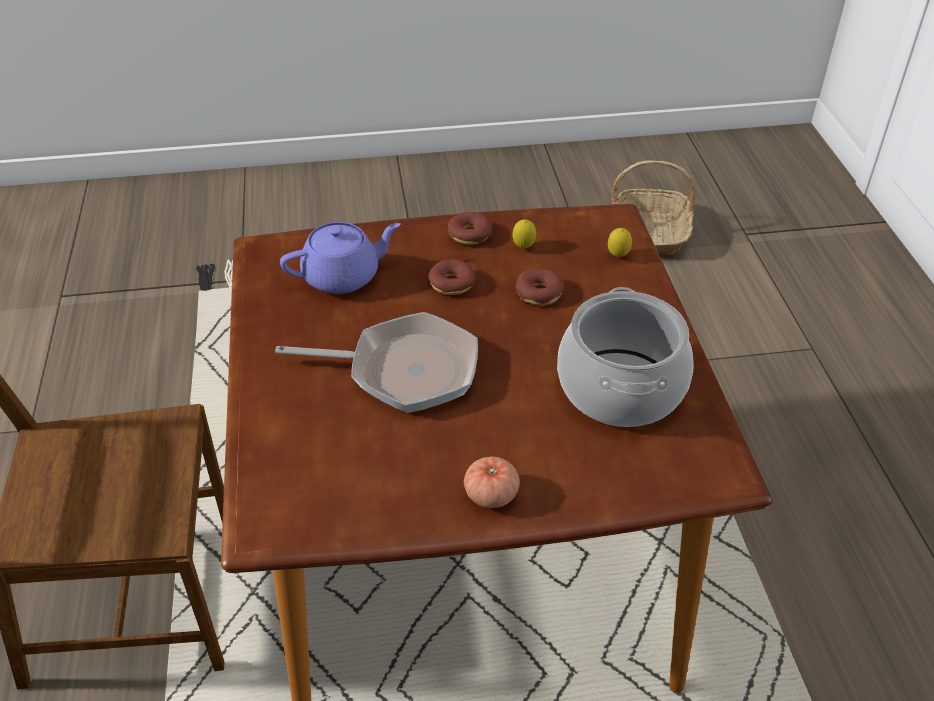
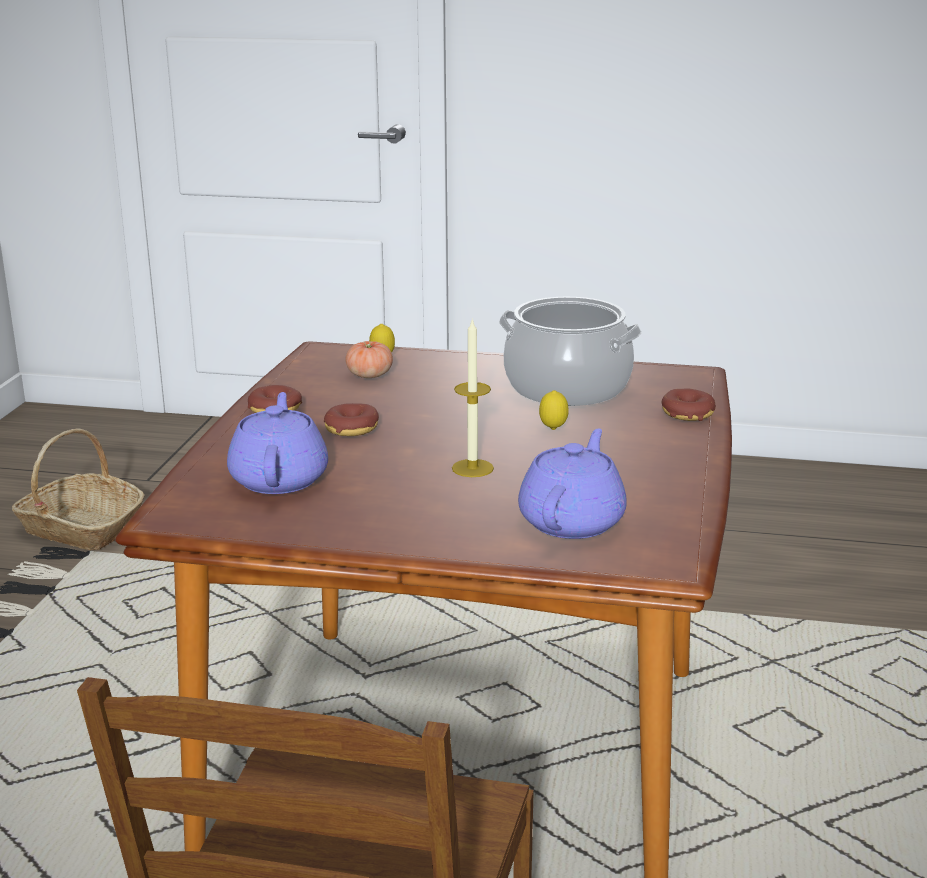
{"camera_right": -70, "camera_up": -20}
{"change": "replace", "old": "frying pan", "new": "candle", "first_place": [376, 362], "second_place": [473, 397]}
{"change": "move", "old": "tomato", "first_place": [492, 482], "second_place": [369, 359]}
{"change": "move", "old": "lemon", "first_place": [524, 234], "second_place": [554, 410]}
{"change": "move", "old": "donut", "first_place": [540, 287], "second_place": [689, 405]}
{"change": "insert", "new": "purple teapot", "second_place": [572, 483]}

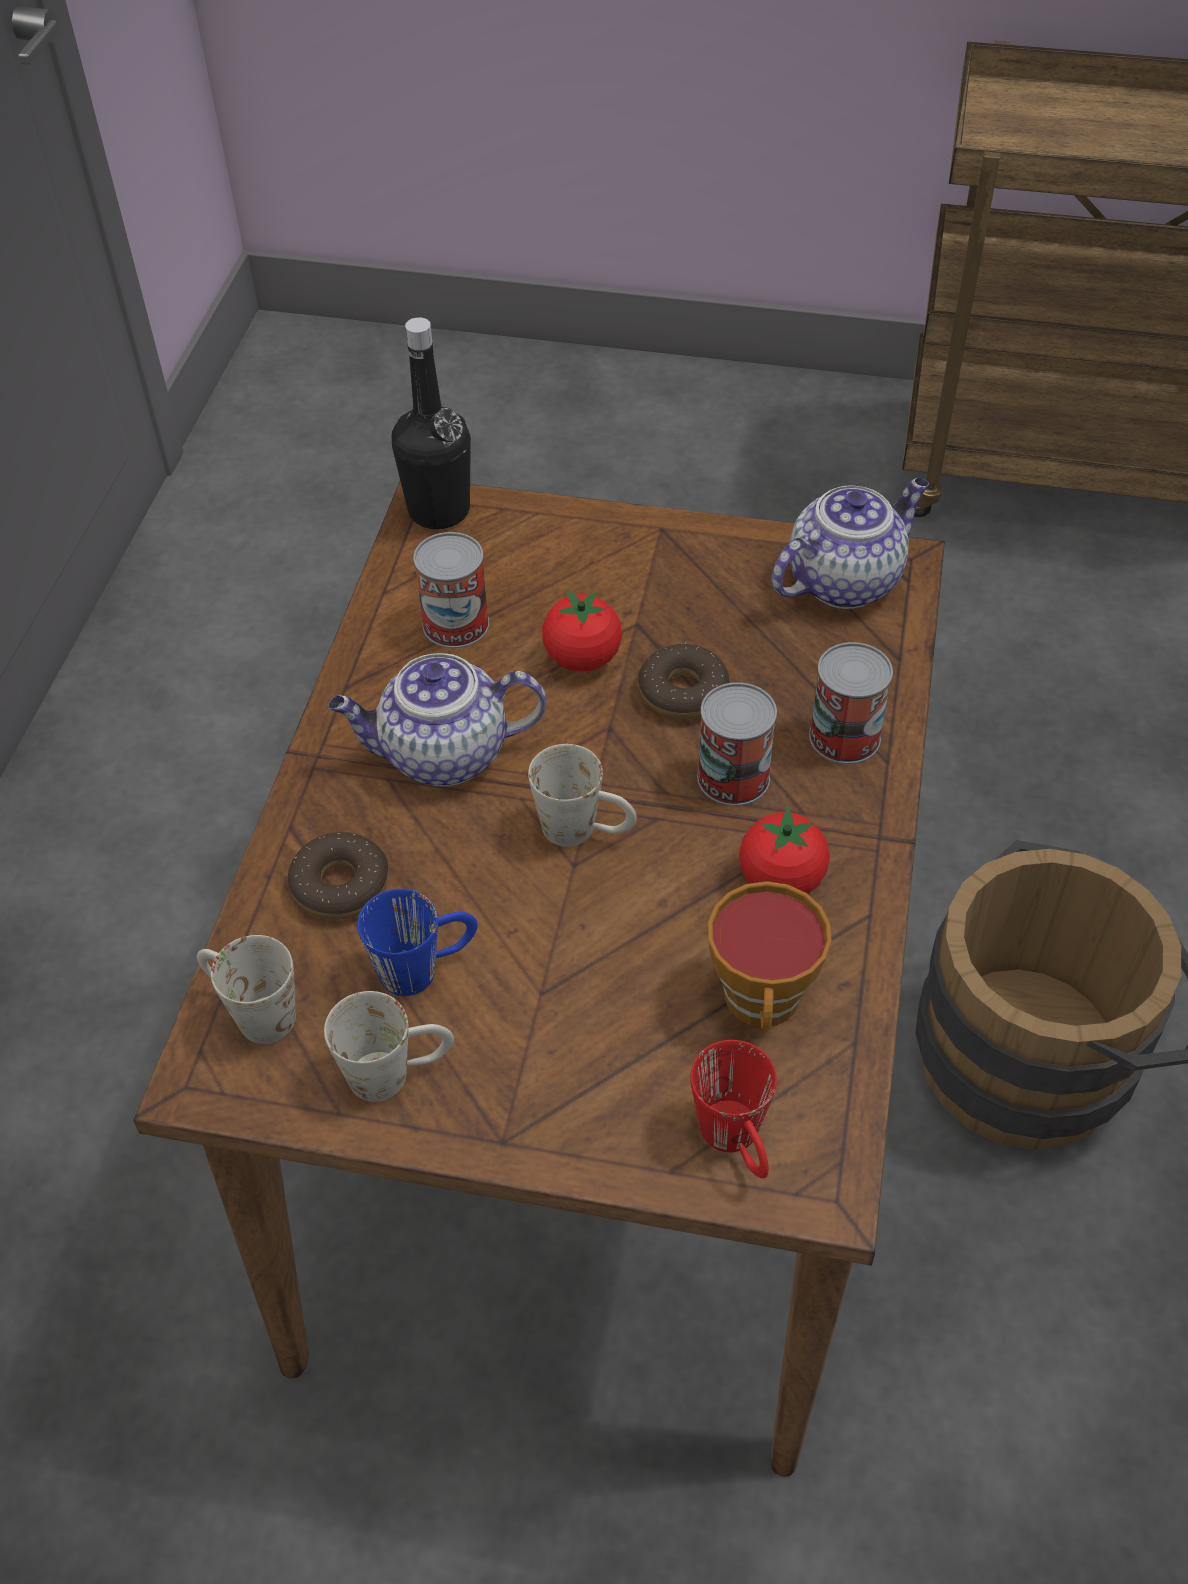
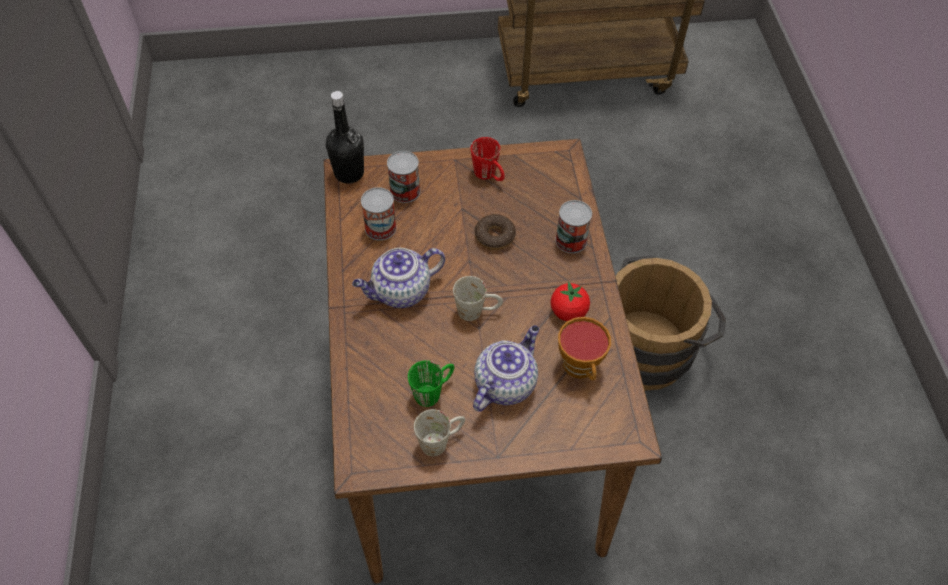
{"camera_right": -20, "camera_up": 5}
{"change": "delete", "old": "white mug", "first_place": [246, 989]}
{"change": "delete", "old": "donut", "first_place": [338, 876]}
{"change": "recolor", "old": "blue mug", "new": "green mug", "first_place": [417, 942], "second_place": [431, 383]}
{"change": "delete", "old": "tomato", "first_place": [582, 631]}
{"change": "move", "old": "red mug", "first_place": [733, 1109], "second_place": [487, 159]}
{"change": "move", "old": "can", "first_place": [737, 744], "second_place": [403, 177]}
{"change": "move", "old": "teapot", "first_place": [850, 543], "second_place": [506, 368]}

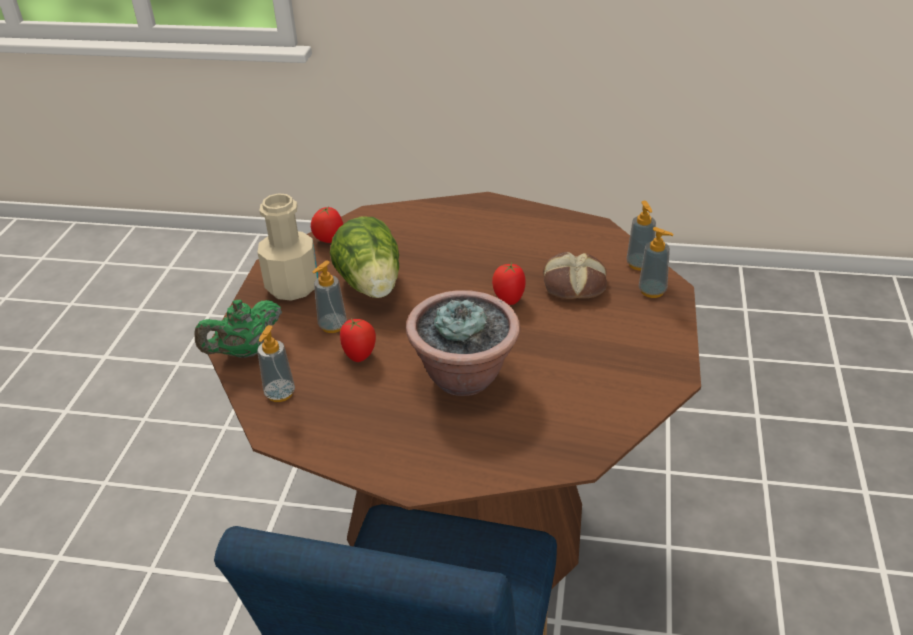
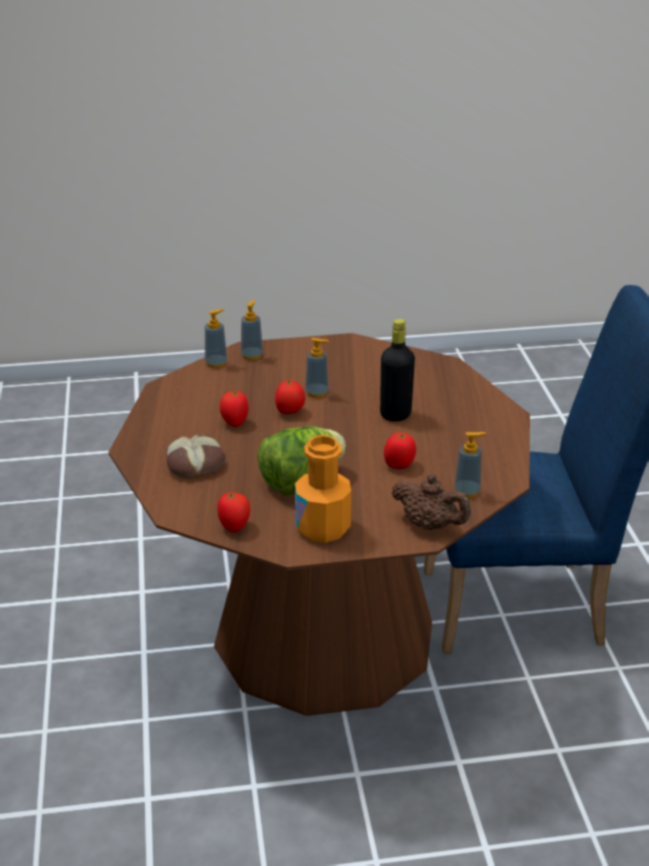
{"camera_right": -110, "camera_up": -5}
{"change": "recolor", "old": "green teapot", "new": "brown teapot", "first_place": [238, 329], "second_place": [431, 502]}
{"change": "recolor", "old": "beige bottle", "new": "orange bottle", "first_place": [287, 247], "second_place": [323, 489]}
{"change": "move", "old": "soap dispenser", "first_place": [330, 297], "second_place": [317, 368]}
{"change": "replace", "old": "potted plant", "new": "black bottle", "first_place": [463, 343], "second_place": [397, 370]}
{"change": "move", "old": "bread", "first_place": [575, 275], "second_place": [195, 456]}
{"change": "insert", "new": "tomato", "second_place": [234, 408]}

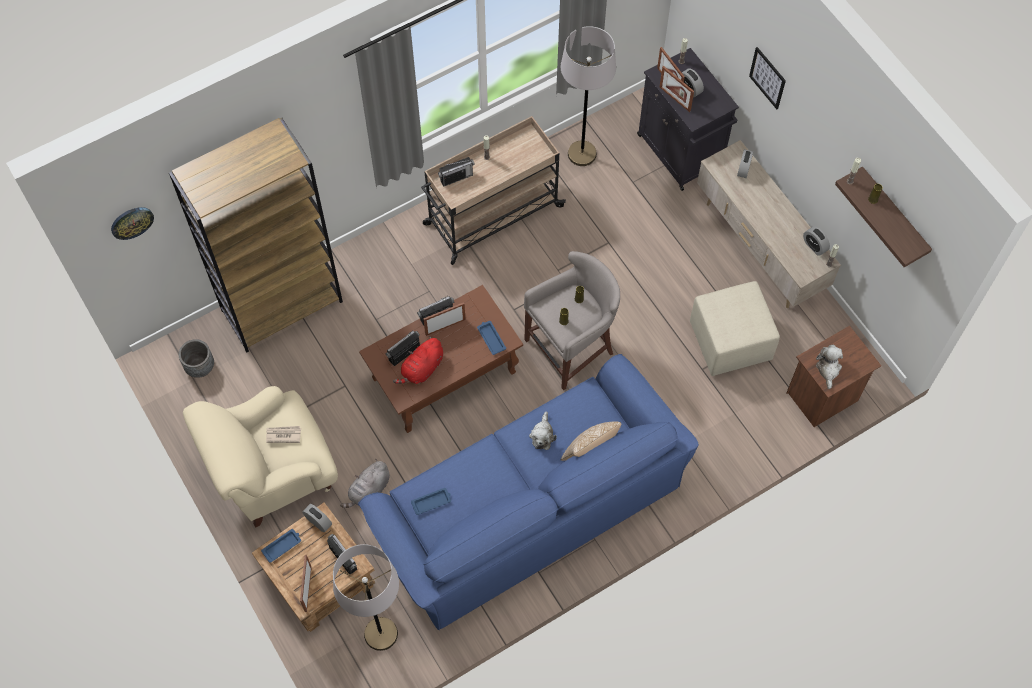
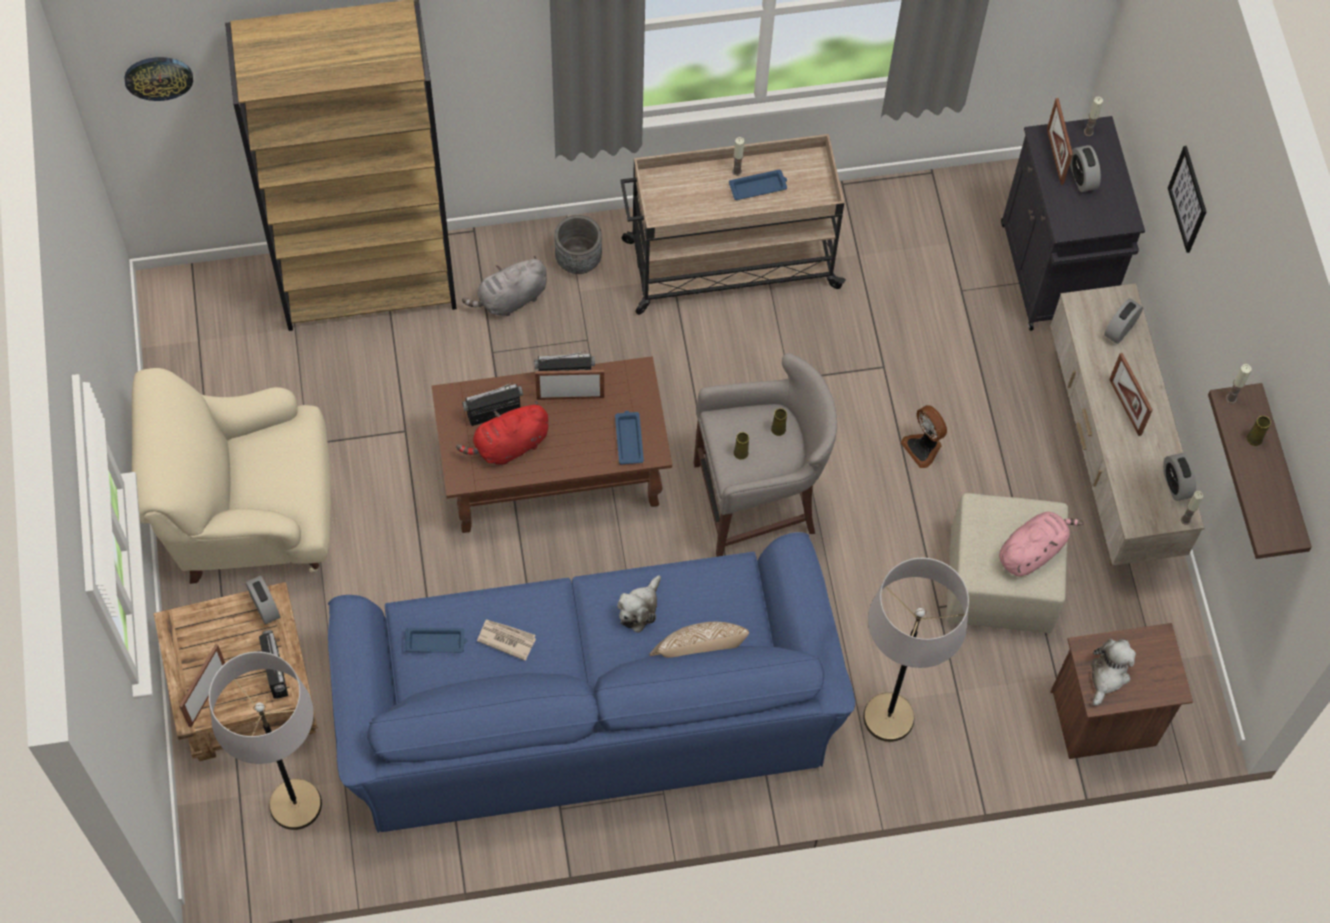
{"camera_right": 20, "camera_up": 0}
{"change": "move", "old": "grey planter", "first_place": [196, 358], "second_place": [578, 244]}
{"change": "move", "old": "blue tray", "first_place": [281, 546], "second_place": [758, 185]}
{"change": "move", "old": "newspaper", "first_place": [283, 434], "second_place": [506, 640]}
{"change": "move", "old": "grey plush toy", "first_place": [365, 483], "second_place": [504, 286]}
{"change": "delete", "old": "radio", "first_place": [456, 172]}
{"change": "move", "old": "grey floor lamp", "first_place": [588, 96], "second_place": [916, 650]}
{"change": "move", "old": "picture frame", "first_place": [677, 89], "second_place": [1130, 394]}
{"change": "insert", "new": "fan", "second_place": [924, 436]}
{"change": "insert", "new": "pink plush toy", "second_place": [1041, 544]}

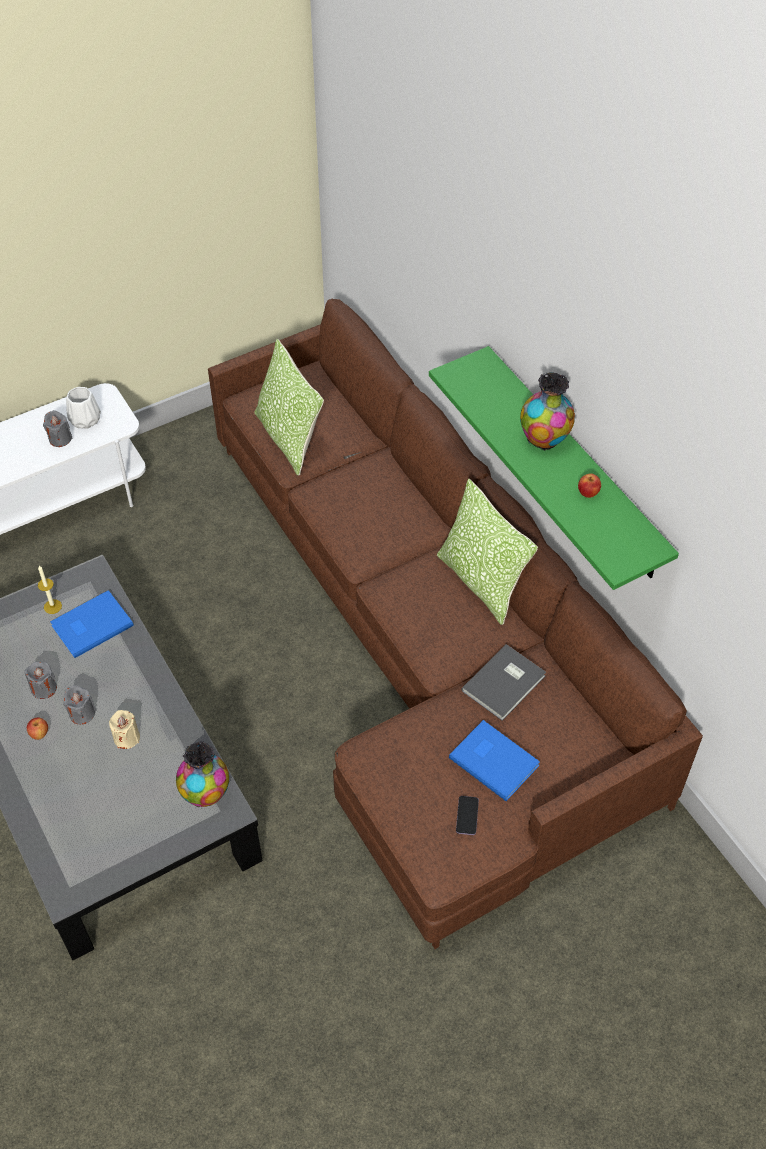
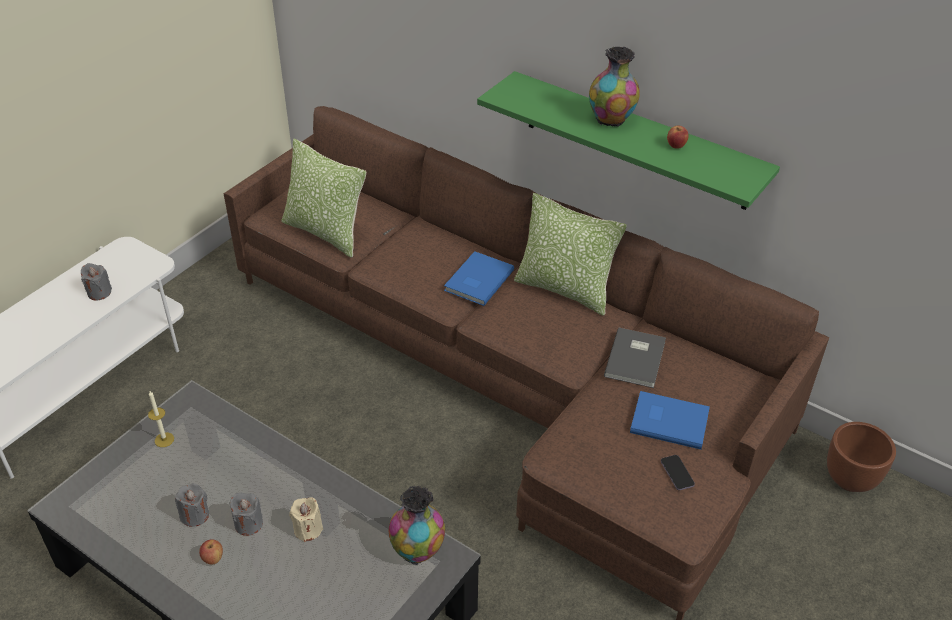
{"camera_right": -25, "camera_up": -10}
{"change": "move", "old": "blue book", "first_place": [91, 624], "second_place": [479, 278]}
{"change": "delete", "old": "white vase", "first_place": [83, 408]}
{"change": "insert", "new": "brown planter", "second_place": [861, 457]}

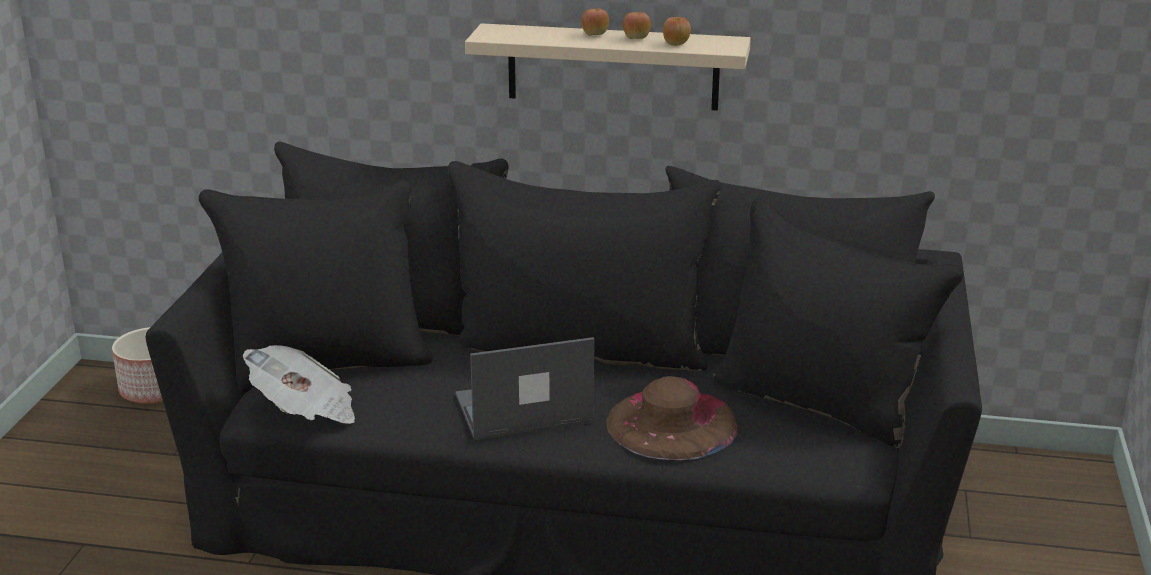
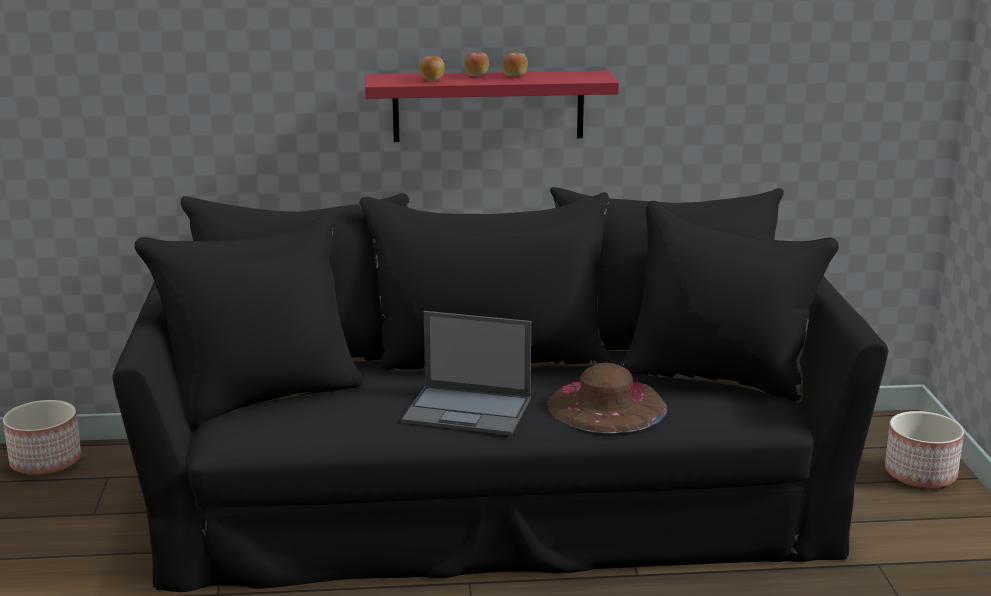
{"camera_right": -15, "camera_up": -5}
{"change": "delete", "old": "newspaper", "first_place": [299, 384]}
{"change": "rotate", "old": "laptop", "first_place": [524, 388], "second_place": [466, 373], "degrees": -135}
{"change": "recolor", "old": "beige shelf", "new": "red shelf", "first_place": [608, 67], "second_place": [492, 106]}
{"change": "move", "old": "apple", "first_place": [677, 31], "second_place": [432, 68]}
{"change": "insert", "new": "planter", "second_place": [924, 450]}

